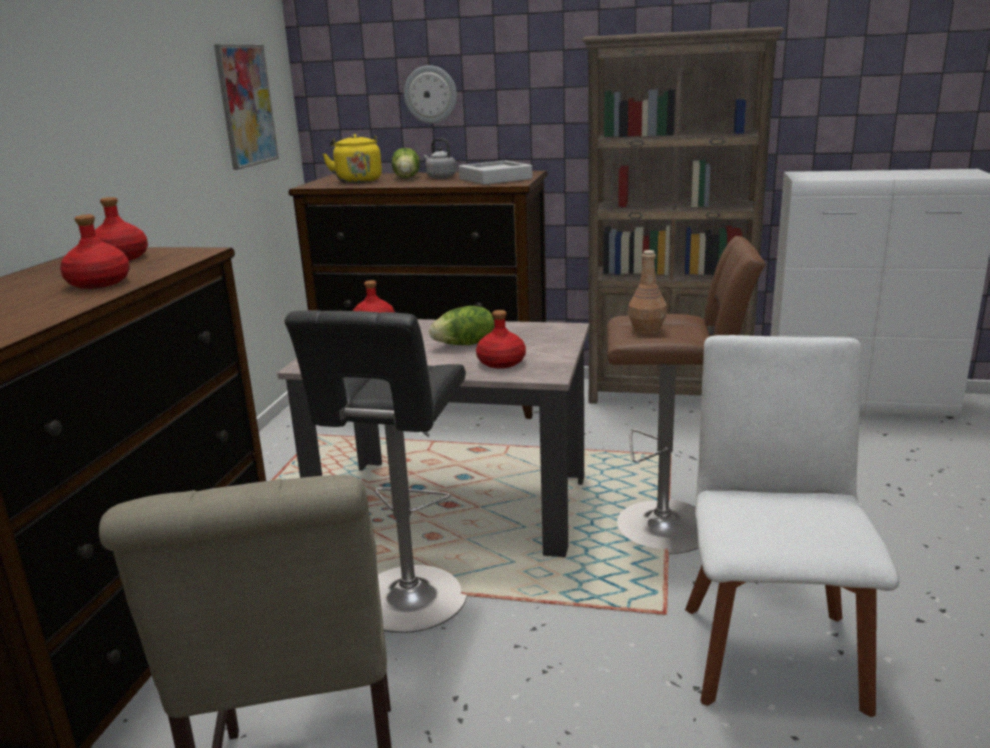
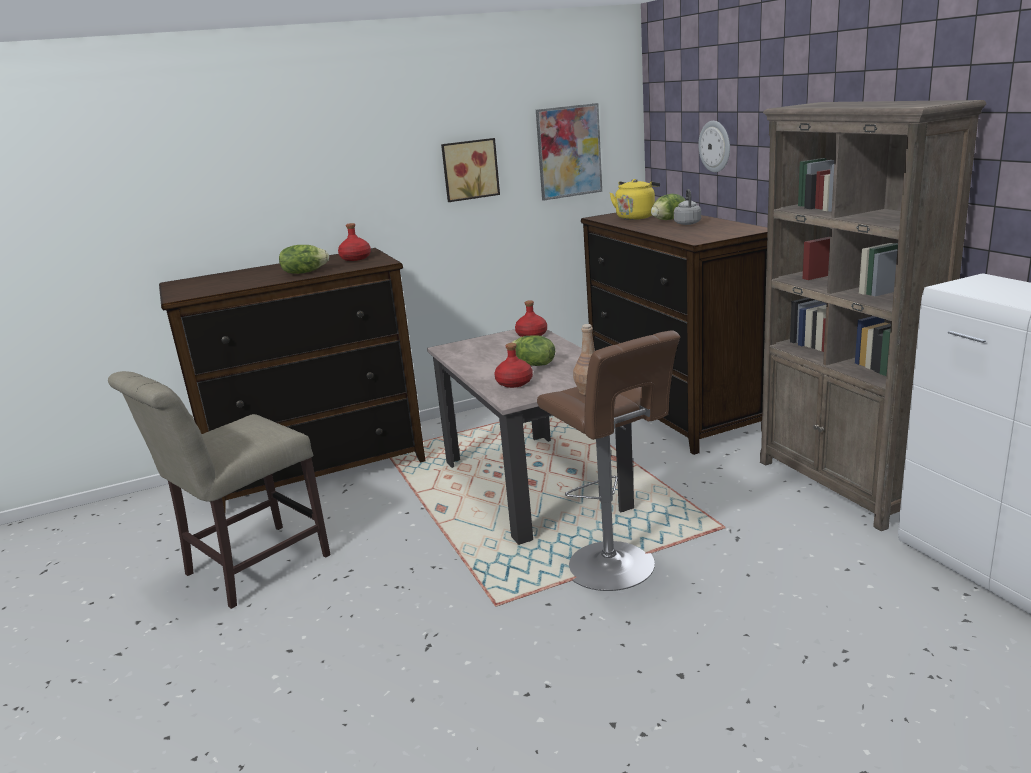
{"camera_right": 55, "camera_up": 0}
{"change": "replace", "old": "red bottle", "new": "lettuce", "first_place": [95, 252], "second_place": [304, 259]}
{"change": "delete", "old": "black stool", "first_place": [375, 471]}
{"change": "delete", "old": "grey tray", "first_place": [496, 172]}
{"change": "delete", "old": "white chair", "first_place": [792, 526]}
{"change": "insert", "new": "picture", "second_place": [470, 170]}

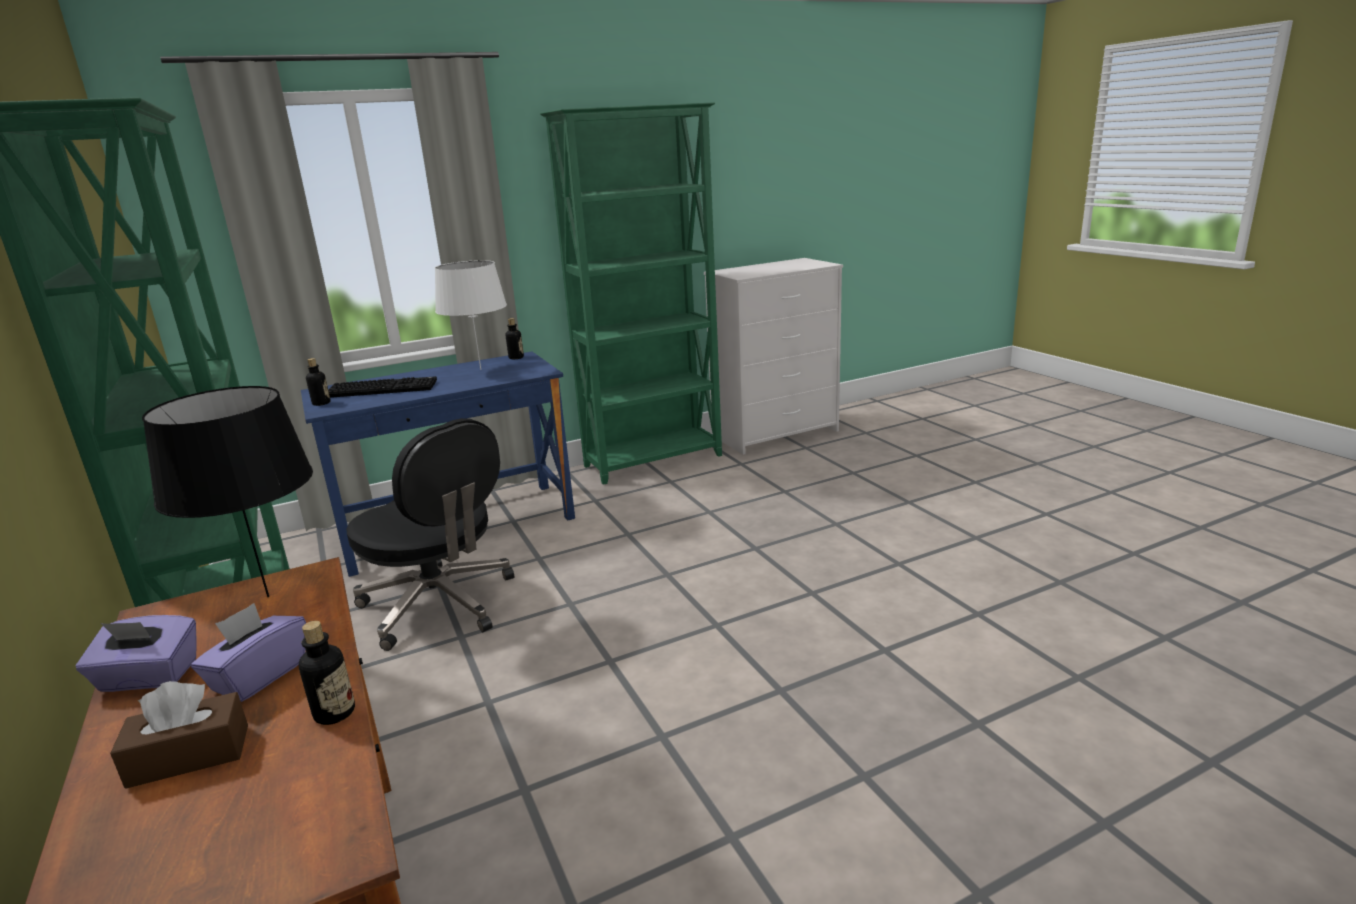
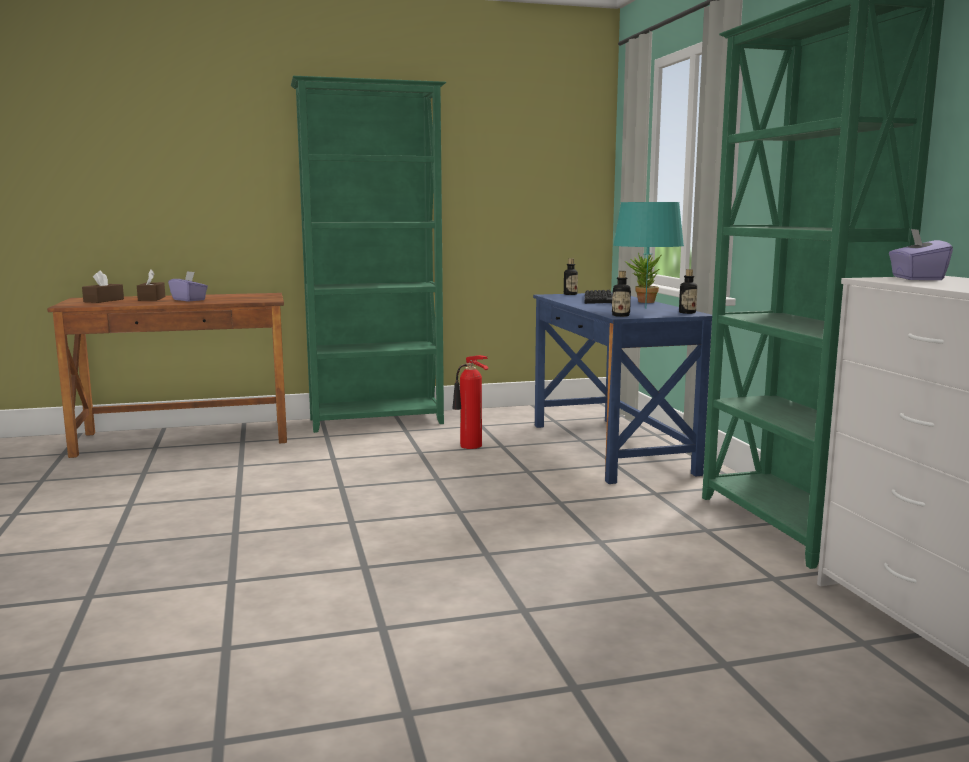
{"camera_right": 100, "camera_up": -10}
{"change": "move", "old": "purple tissue box", "first_place": [136, 653], "second_place": [921, 254]}
{"change": "delete", "old": "black table lamp", "first_place": [227, 491]}
{"change": "move", "old": "bottle", "first_place": [327, 673], "second_place": [621, 294]}
{"change": "replace", "old": "black office chair", "new": "fire extinguisher", "first_place": [430, 534], "second_place": [470, 402]}
{"change": "recolor", "old": "white table lamp", "new": "turquoise table lamp", "first_place": [471, 315], "second_place": [648, 255]}
{"change": "insert", "new": "brown tissue box", "second_place": [103, 286]}
{"change": "insert", "new": "potted plant", "second_place": [643, 278]}

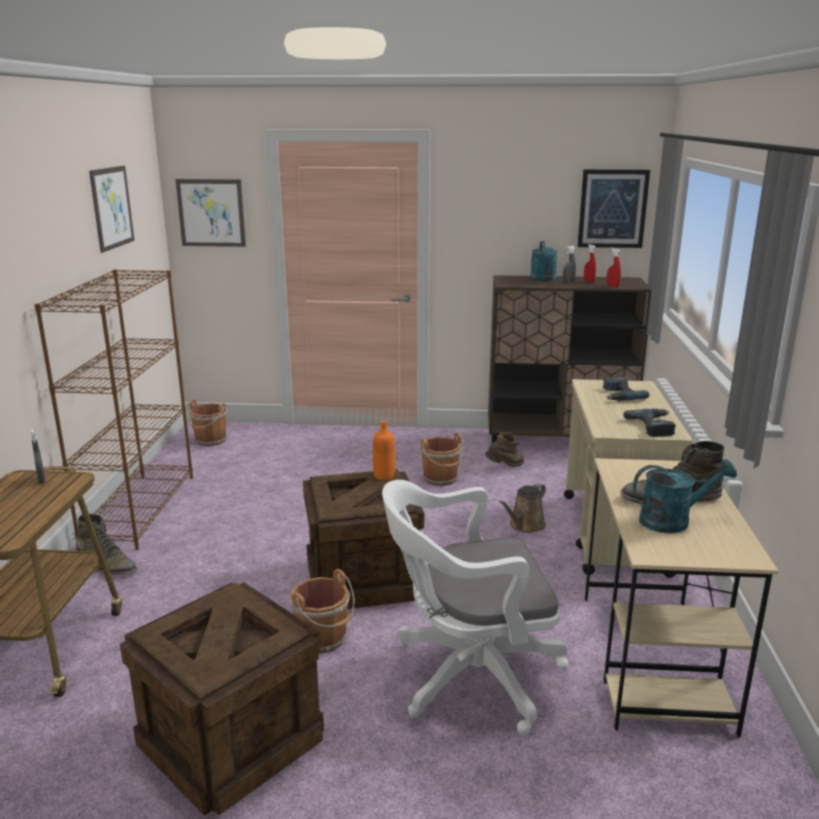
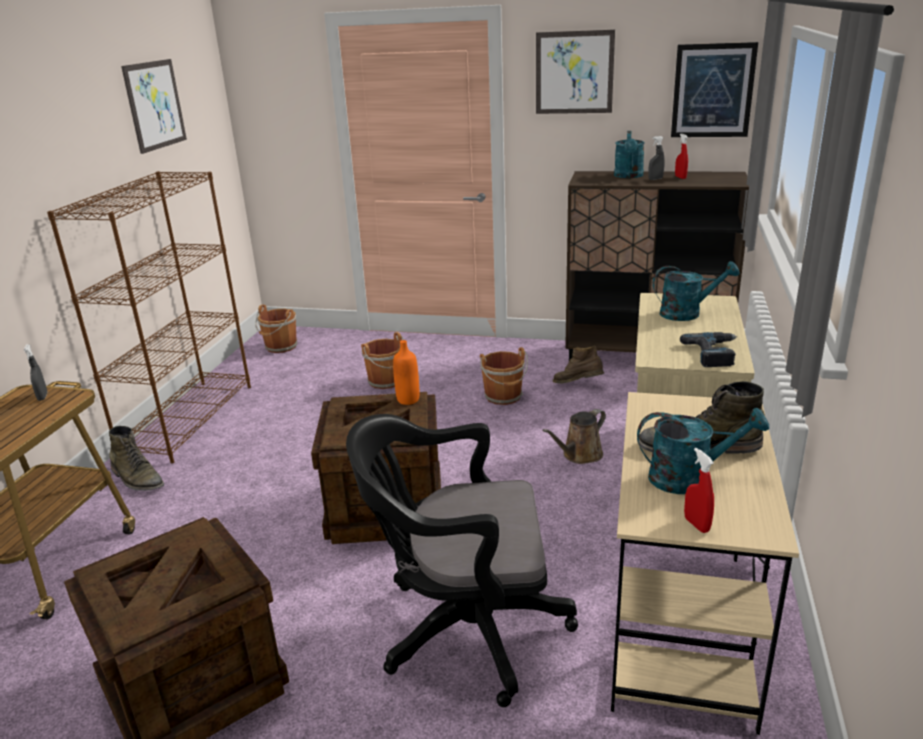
{"camera_right": 10, "camera_up": 5}
{"change": "move", "old": "picture", "first_place": [210, 213], "second_place": [575, 72]}
{"change": "move", "old": "brown bucket", "first_place": [322, 611], "second_place": [382, 360]}
{"change": "recolor", "old": "white office chair", "new": "black office chair", "first_place": [475, 607], "second_place": [462, 560]}
{"change": "rotate", "old": "brown boot", "first_place": [504, 449], "second_place": [578, 364], "degrees": -135}
{"change": "replace", "old": "power drill", "new": "turquoise watering can", "first_place": [626, 389], "second_place": [696, 291]}
{"change": "move", "old": "red spray bottle", "first_place": [614, 268], "second_place": [699, 490]}

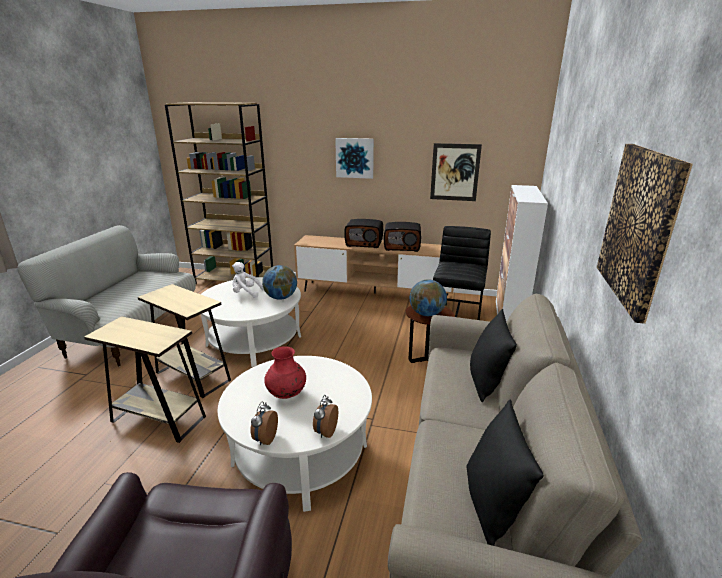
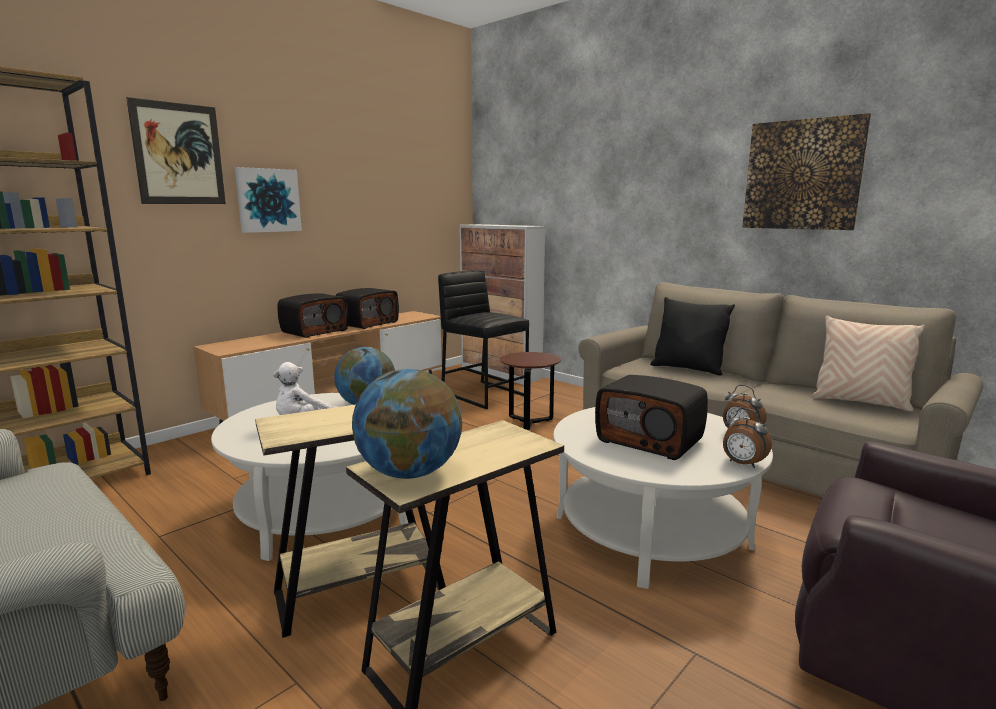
{"camera_right": -60, "camera_up": -10}
{"change": "replace", "old": "red vase", "new": "radio", "first_place": [285, 372], "second_place": [651, 417]}
{"change": "move", "old": "globe", "first_place": [428, 297], "second_place": [407, 424]}
{"change": "move", "old": "picture", "first_place": [456, 172], "second_place": [176, 150]}
{"change": "recolor", "old": "black pillow", "new": "beige pillow", "first_place": [505, 473], "second_place": [868, 363]}

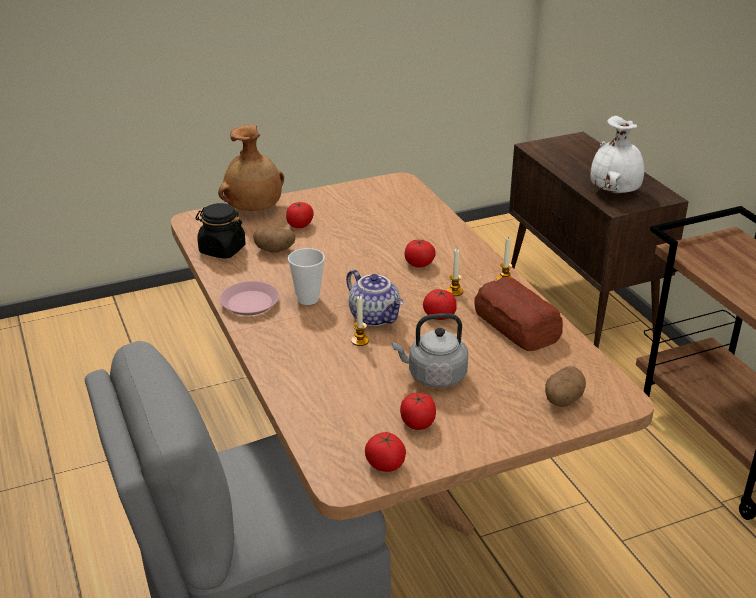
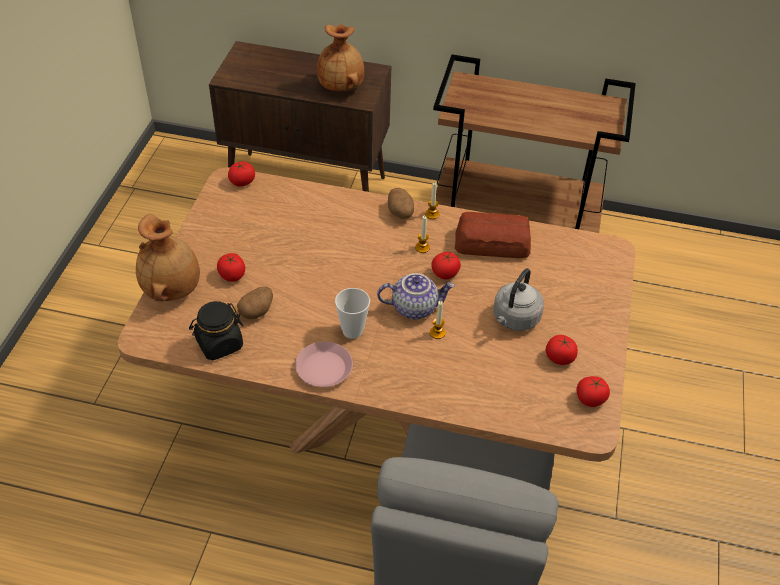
{"camera_right": -55, "camera_up": 15}
{"change": "move", "old": "tomato", "first_place": [420, 253], "second_place": [241, 174]}
{"change": "move", "old": "potato", "first_place": [565, 386], "second_place": [401, 203]}
{"change": "recolor", "old": "white vase", "new": "brown vase", "first_place": [617, 154], "second_place": [340, 58]}

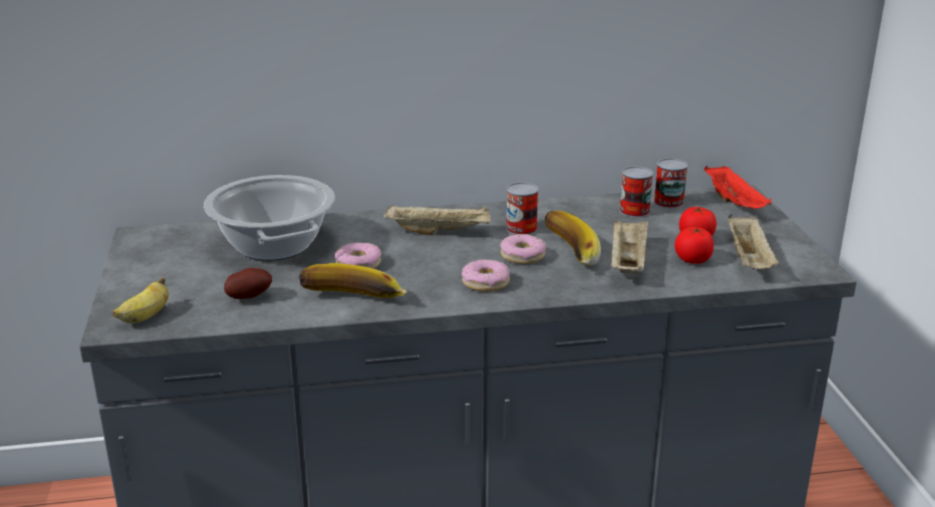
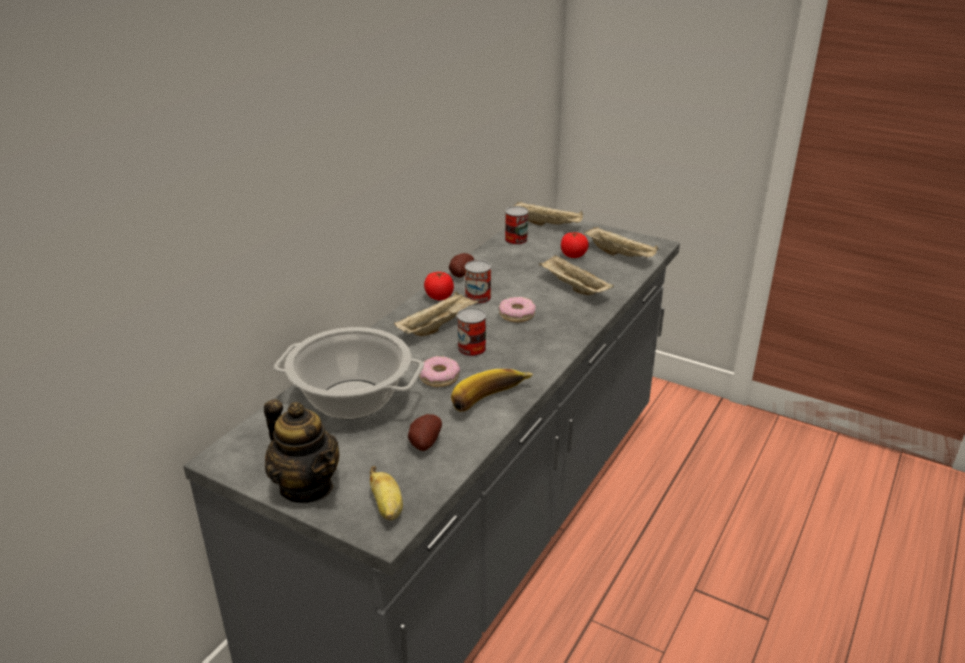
{"camera_right": -50, "camera_up": 5}
{"change": "delete", "old": "donut", "first_place": [486, 275]}
{"change": "delete", "old": "banana", "first_place": [572, 238]}
{"change": "move", "old": "can", "first_place": [636, 191], "second_place": [471, 332]}
{"change": "move", "old": "tomato", "first_place": [694, 245], "second_place": [439, 286]}
{"change": "recolor", "old": "red tray", "new": "beige tray", "first_place": [737, 187], "second_place": [547, 213]}
{"change": "insert", "new": "teapot", "second_place": [301, 451]}
{"change": "insert", "new": "potato", "second_place": [461, 265]}

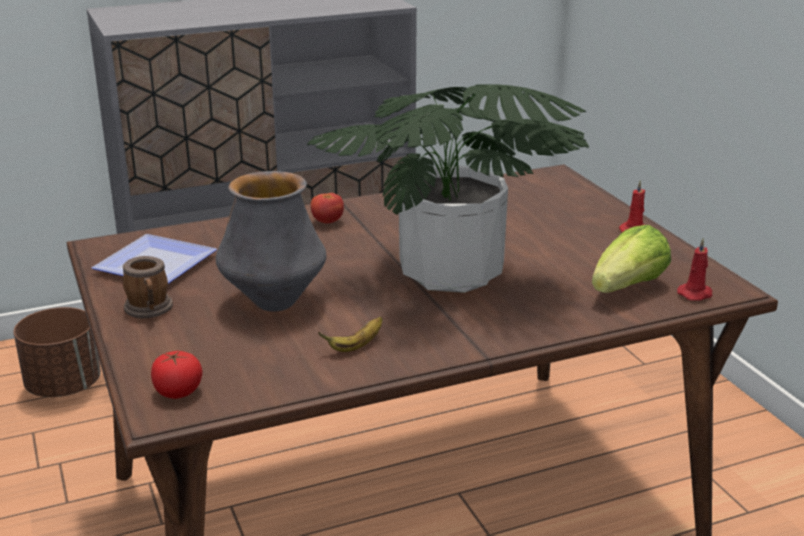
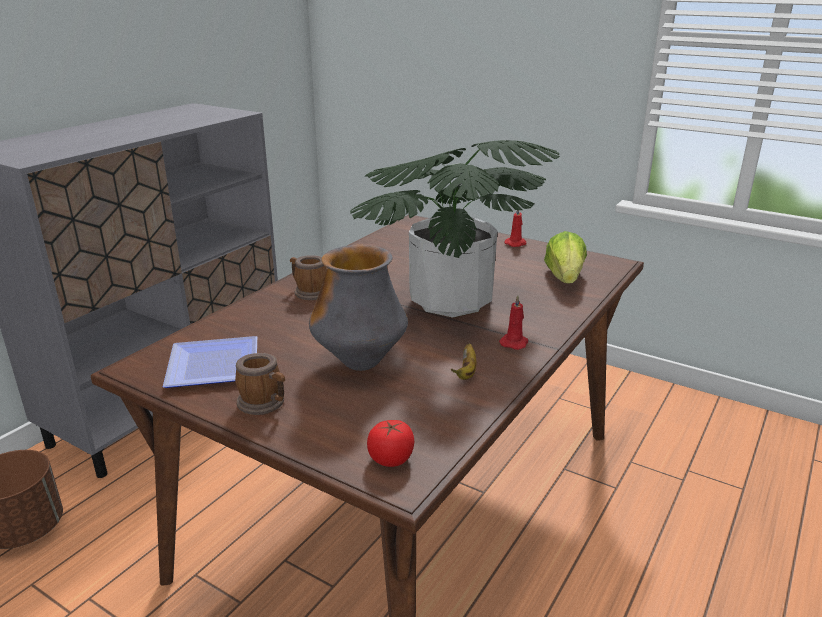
{"camera_right": -35, "camera_up": 0}
{"change": "replace", "old": "tomato", "new": "mug", "first_place": [327, 208], "second_place": [308, 277]}
{"change": "move", "old": "red candle", "first_place": [695, 269], "second_place": [513, 322]}

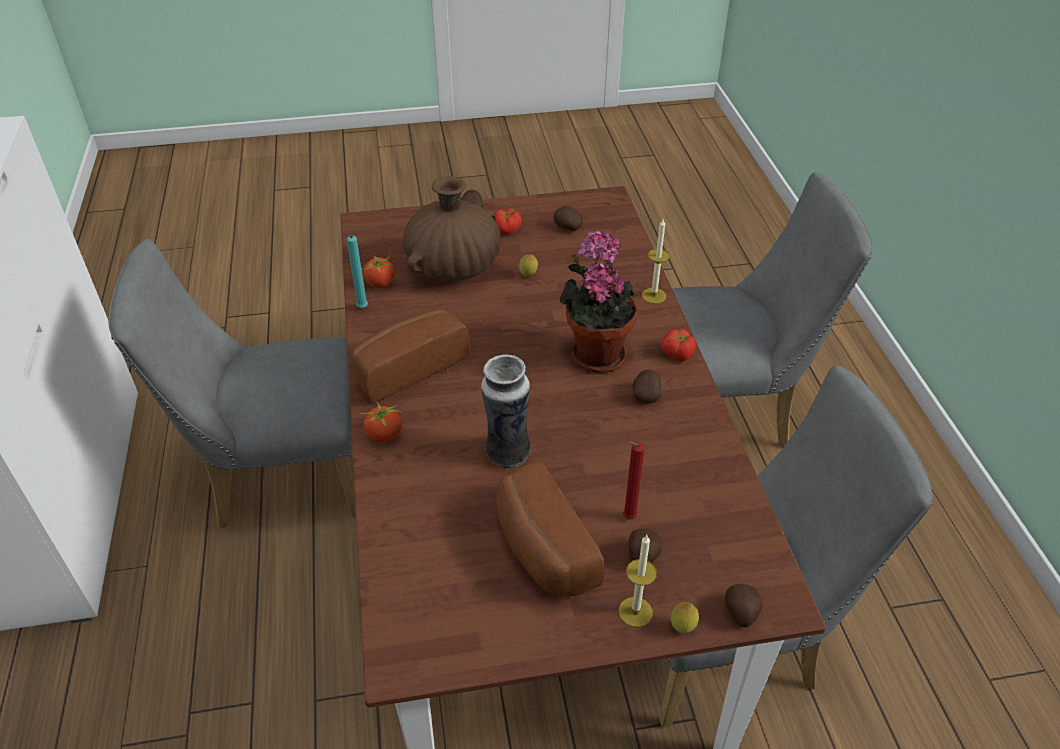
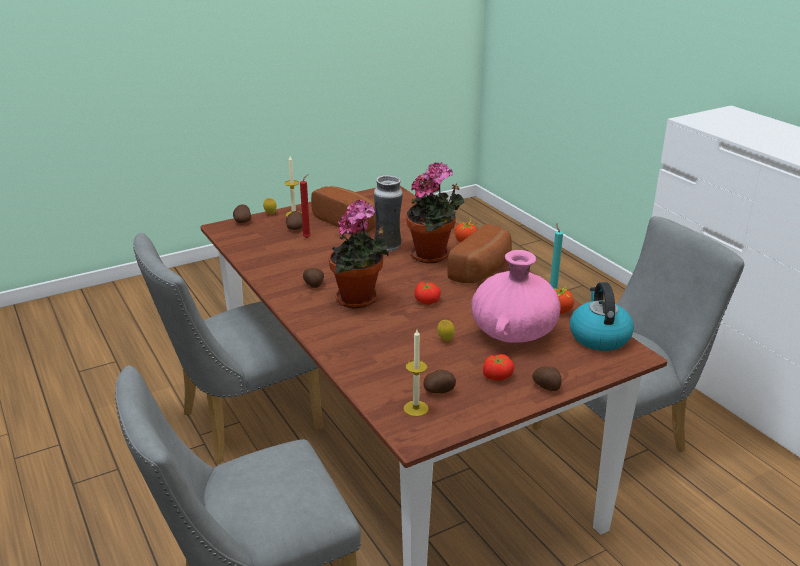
{"camera_right": 160, "camera_up": -15}
{"change": "recolor", "old": "brown vase", "new": "pink vase", "first_place": [452, 228], "second_place": [516, 296]}
{"change": "move", "old": "candle", "first_place": [656, 261], "second_place": [416, 373]}
{"change": "move", "old": "tomato", "first_place": [678, 344], "second_place": [428, 293]}
{"change": "insert", "new": "potted plant", "second_place": [435, 212]}
{"change": "insert", "new": "kettle", "second_place": [602, 316]}

